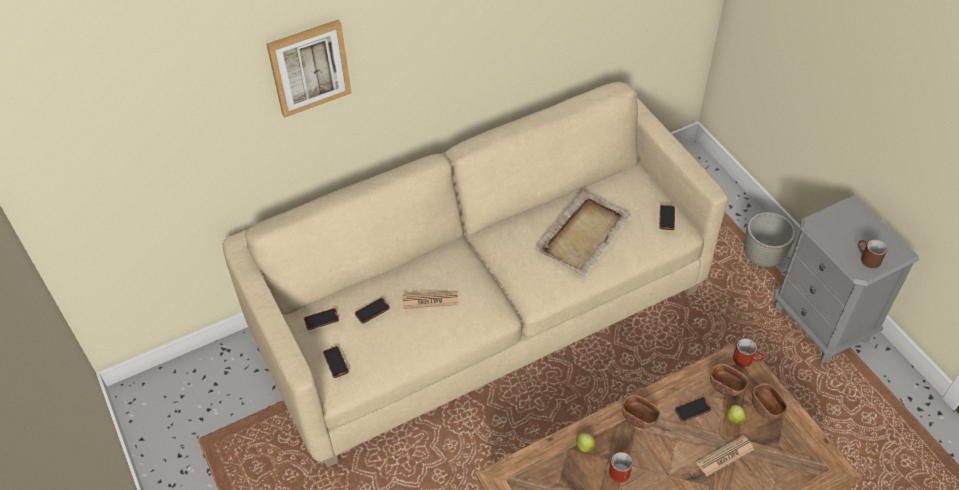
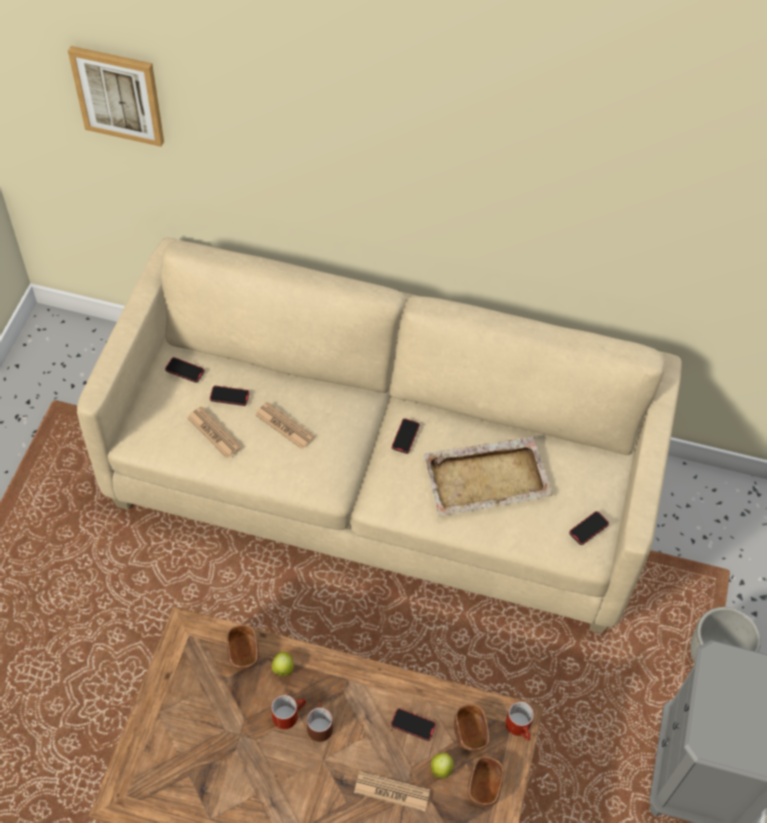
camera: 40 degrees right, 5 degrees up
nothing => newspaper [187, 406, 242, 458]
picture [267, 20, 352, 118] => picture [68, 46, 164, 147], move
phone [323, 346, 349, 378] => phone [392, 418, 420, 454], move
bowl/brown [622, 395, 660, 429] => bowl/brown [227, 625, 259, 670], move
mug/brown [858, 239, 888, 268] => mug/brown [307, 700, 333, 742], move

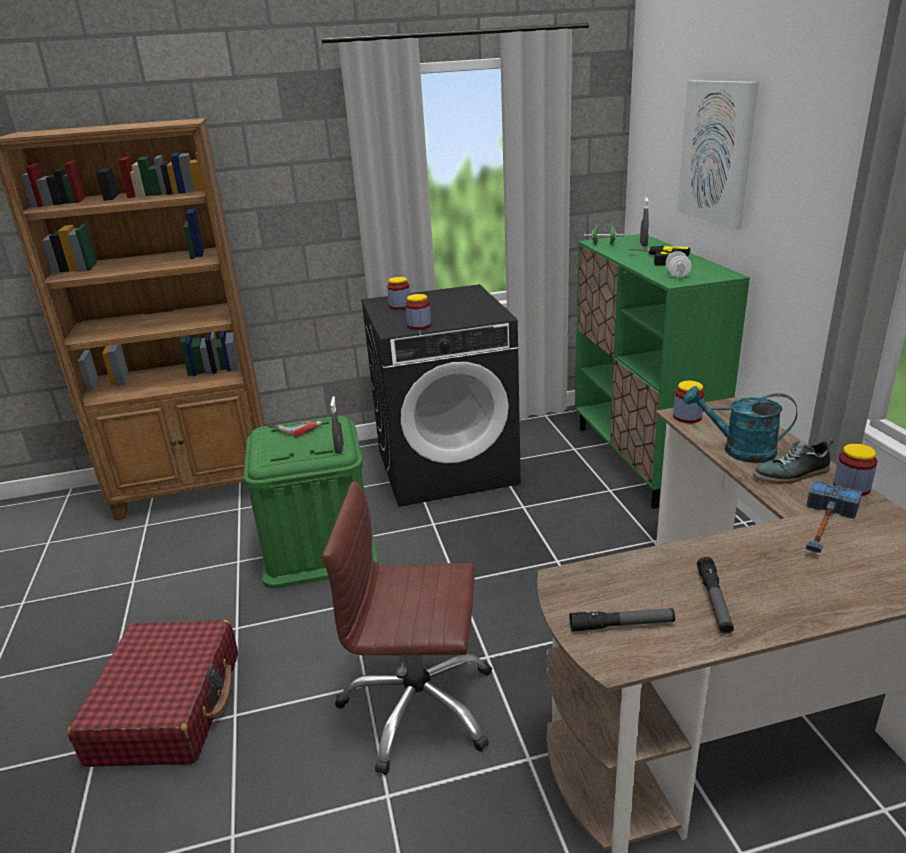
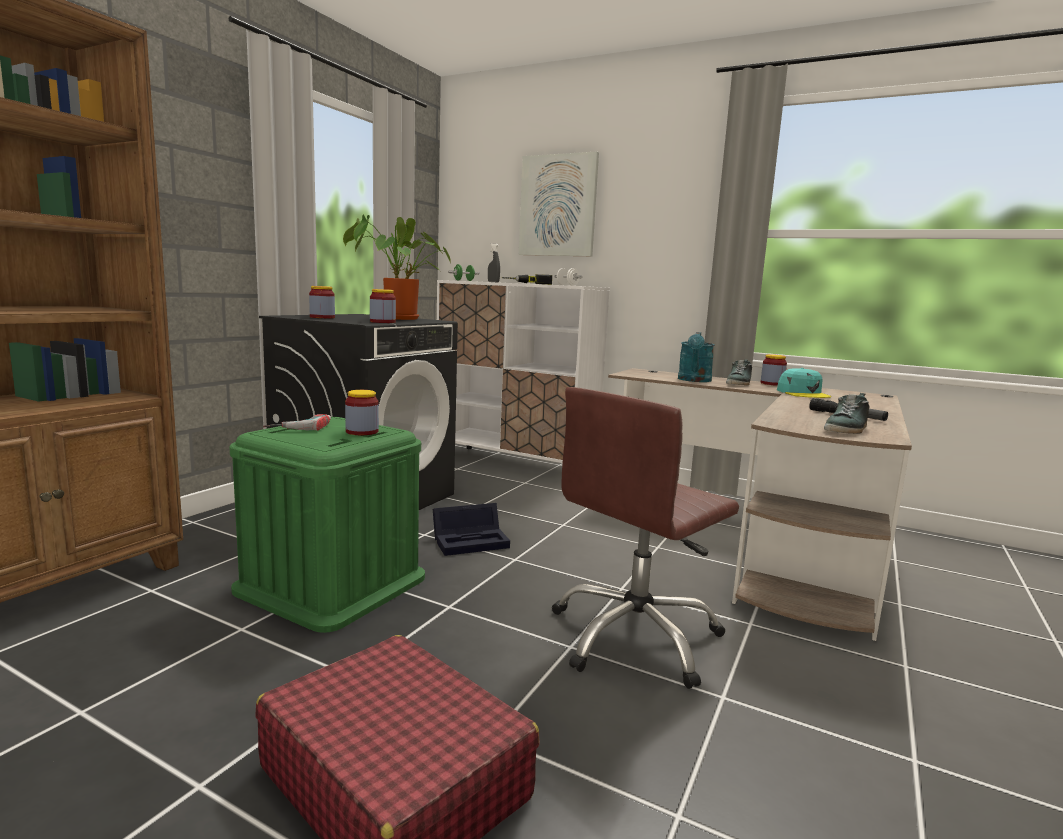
camera: 50 degrees left, 15 degrees down
spray bottle/grey [330, 396, 344, 454] => nothing
nothing => potted plant [343, 215, 451, 320]
nothing => storage box/black [433, 503, 510, 556]
jar [673, 381, 705, 423] => jar [345, 390, 379, 435], move
flashlight [569, 608, 675, 632] => shoe [824, 393, 869, 434]
hammer [806, 480, 862, 553] => cap/turquoise [777, 368, 831, 398]
cabinet/green [575, 234, 750, 509] => cabinet/white [437, 280, 610, 463]
watering can/turquoise [683, 386, 797, 463] => watering can/turquoise [678, 332, 715, 382], 45 degrees counterclockwise

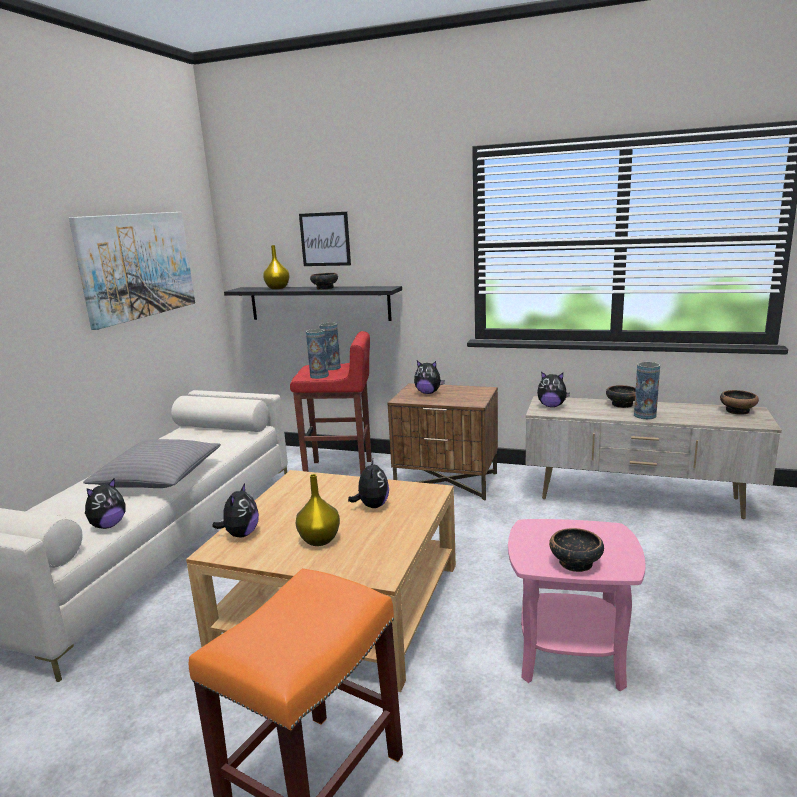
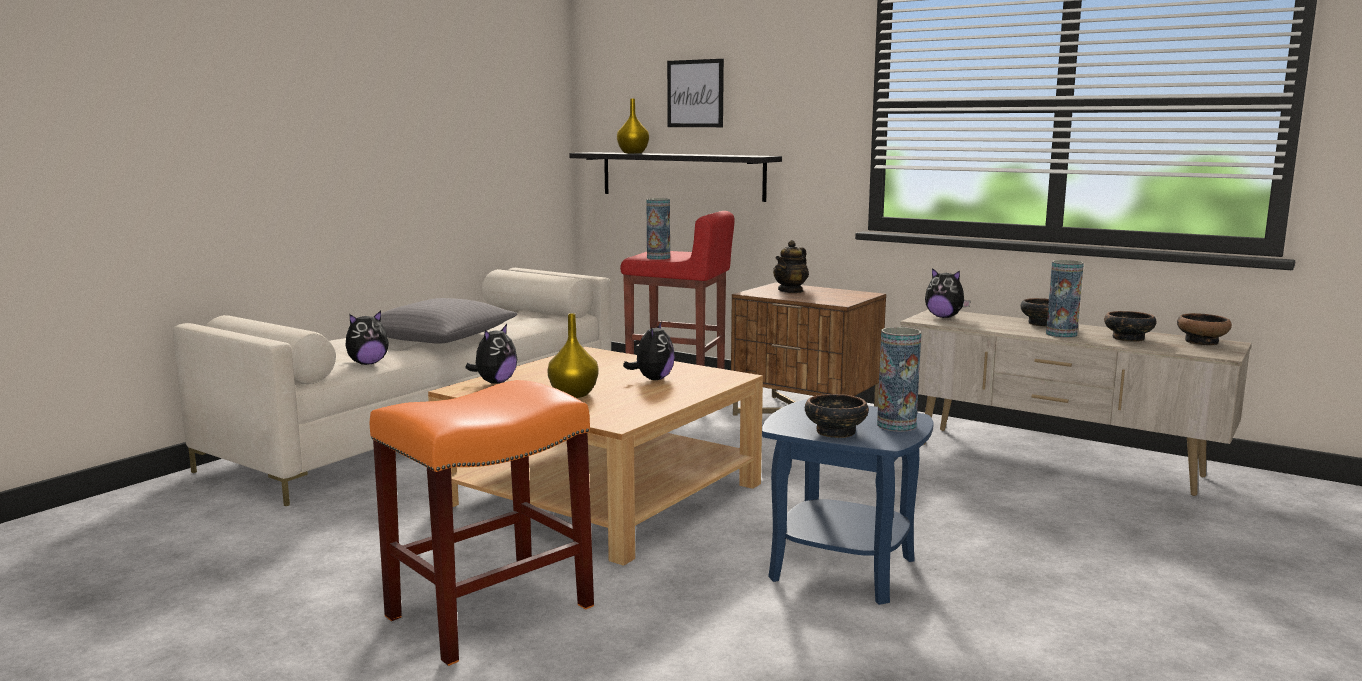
camera: 15 degrees right, 5 degrees down
picture [69, 212, 195, 330] => nothing
bowl [310, 273, 338, 290] => bowl [1104, 311, 1156, 342], move
vase [319, 323, 341, 370] => vase [877, 327, 921, 432], move
plush toy [414, 361, 445, 394] => teapot [773, 240, 809, 293]
side table/pink [508, 519, 646, 692] => side table/blue [762, 399, 934, 605]

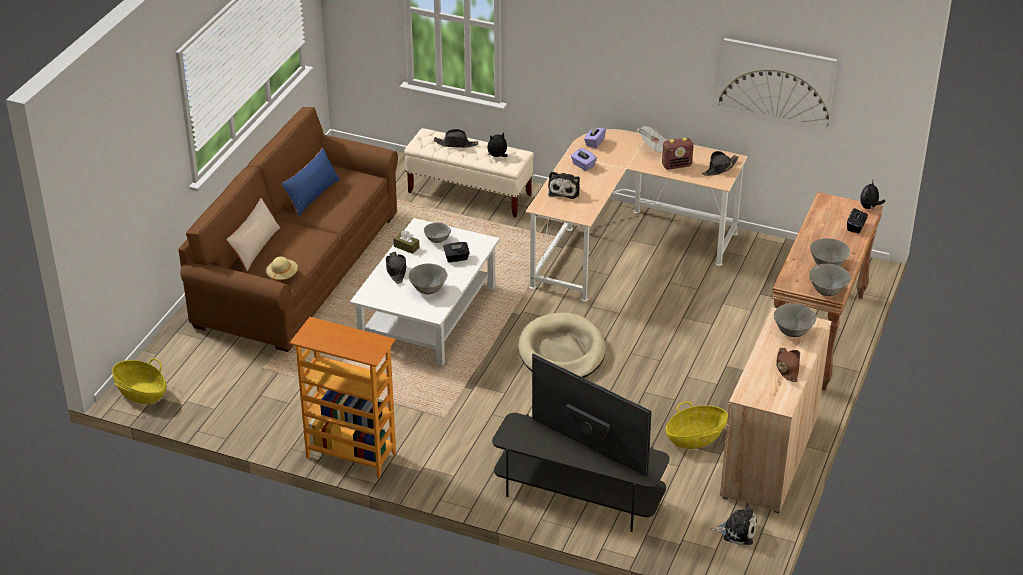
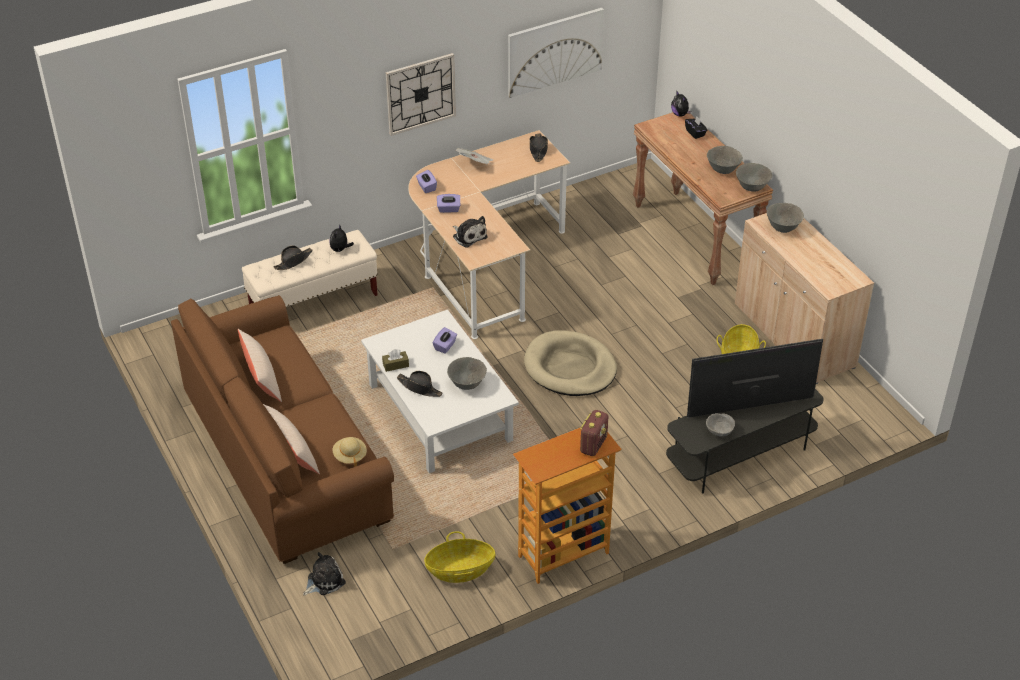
camera: 50 degrees left, 5 degrees up
hat/brown [776, 347, 800, 382] => nothing
nothing => wall clock [386, 53, 456, 136]
basket [112, 358, 166, 404] => basket [424, 531, 495, 583], move
bowl/grey [424, 222, 451, 243] => bowl/grey [706, 413, 735, 436], move
radio [662, 138, 693, 169] => radio [580, 410, 609, 456], move
plush toy [711, 503, 757, 545] => plush toy [303, 552, 346, 596], move
pillow/blue [281, 148, 340, 217] => pillow/beige [238, 329, 282, 402]
tissue box/black [443, 242, 470, 262] => tissue box/purple [433, 327, 457, 354]

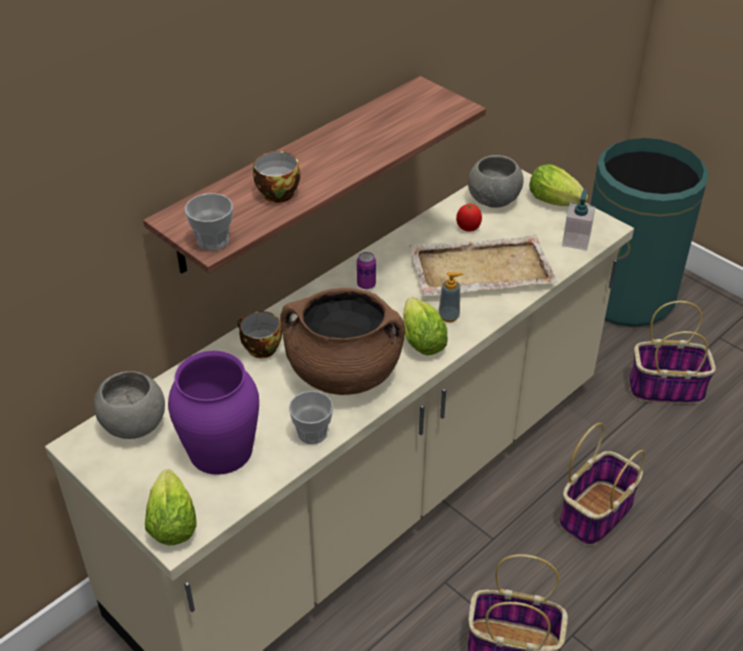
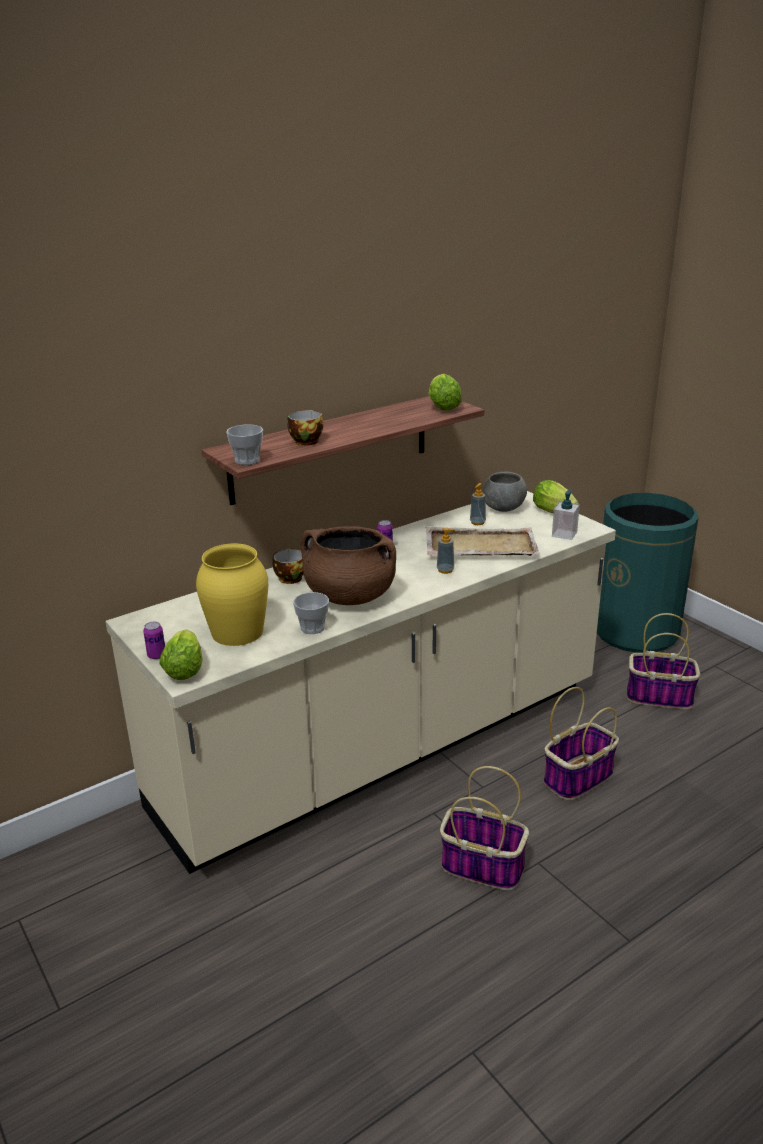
camera: 10 degrees right, 15 degrees down
bowl/grey [94, 371, 165, 439] => nothing
nothing => can [143, 622, 165, 659]
lettuce [403, 298, 448, 355] => lettuce [429, 374, 462, 411], move
tomato [456, 204, 482, 232] => soap dispenser [470, 483, 486, 525]
vase/purple [168, 351, 259, 475] => vase/yellow [196, 543, 268, 646]

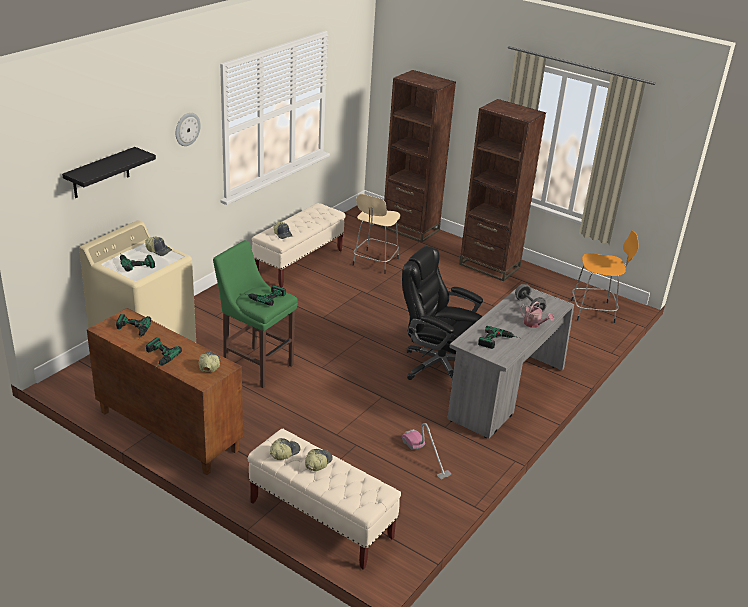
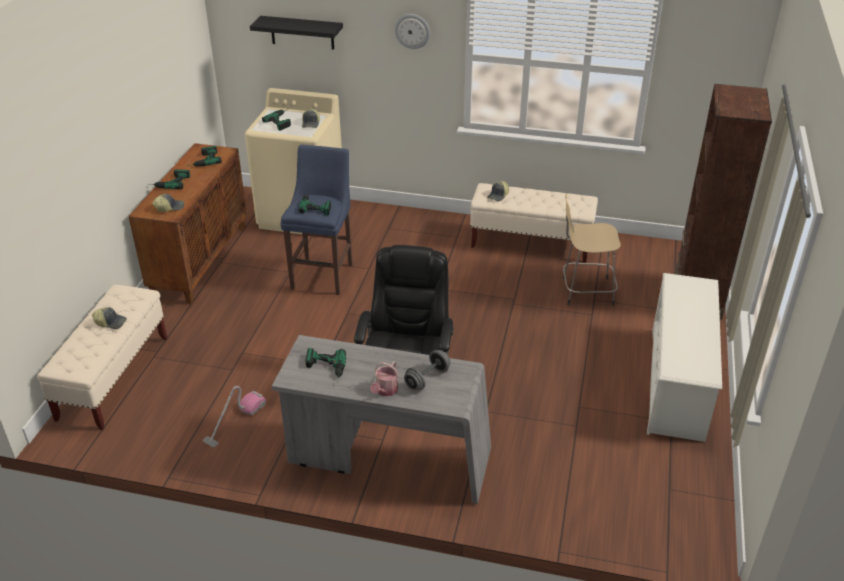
camera: 70 degrees right, 5 degrees up
cap [270, 438, 300, 460] => nothing
stool/orange [571, 231, 639, 323] => nothing
bookcase/brown [459, 99, 546, 281] => shoe rack/white [647, 273, 722, 442]
stool/green [213, 240, 298, 388] => stool/blue [280, 144, 353, 295]

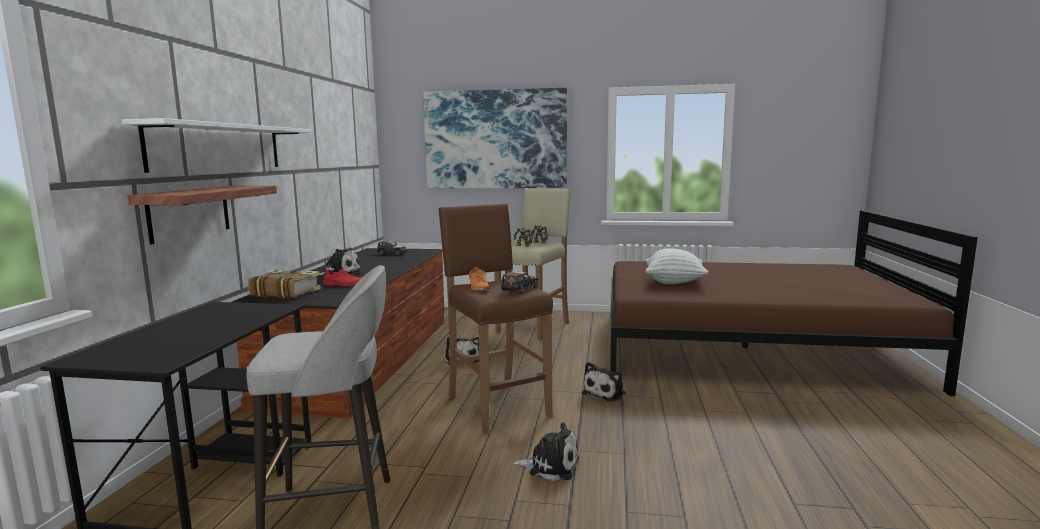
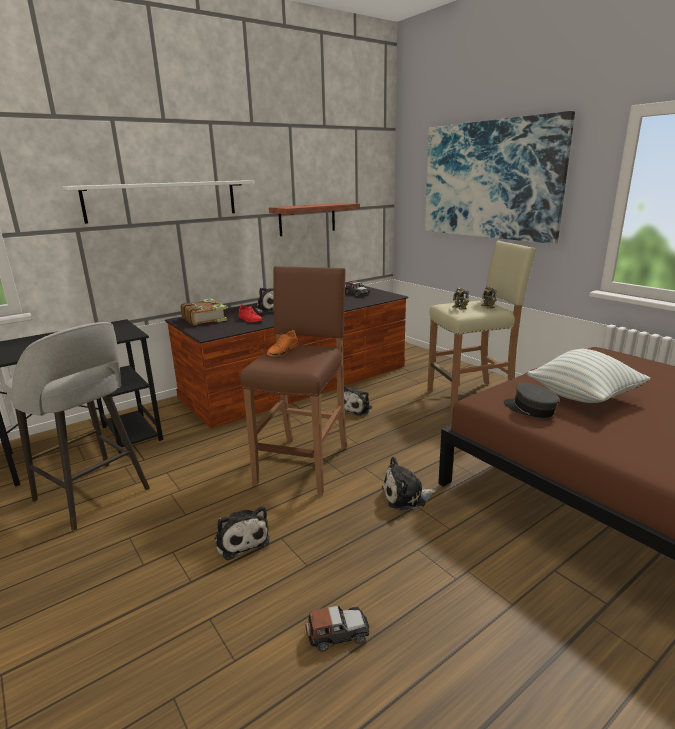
camera: 45 degrees right, 10 degrees up
nothing => cap/grey [504, 383, 560, 418]
shelf [128, 186, 277, 245] => shelf [269, 203, 360, 236], move
toy car [501, 271, 539, 294] => toy car [306, 606, 369, 651], move

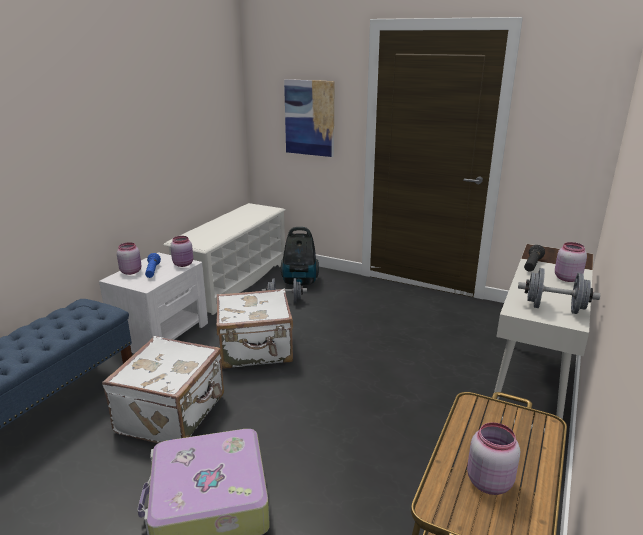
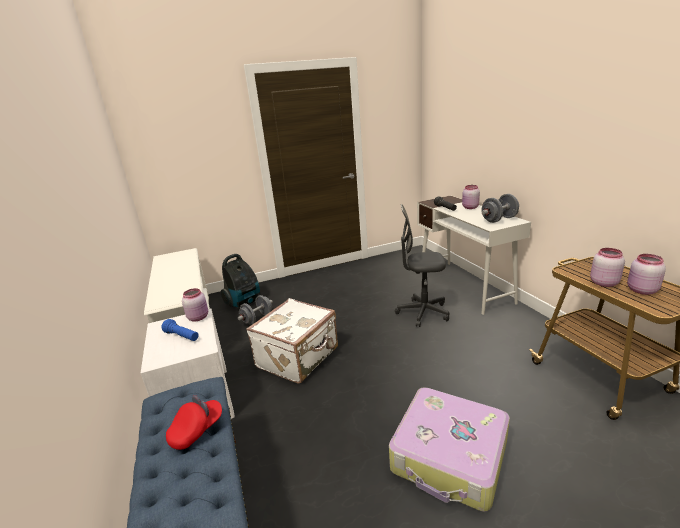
camera: 45 degrees left, 0 degrees up
suitcase/white [102, 336, 224, 443] => nothing
picture [284, 79, 335, 157] => nothing
nothing => cap/red [166, 395, 222, 450]
nothing => office chair/grey [395, 204, 449, 327]
jar/pink [117, 242, 141, 275] => jar/pink [590, 248, 625, 287], move

